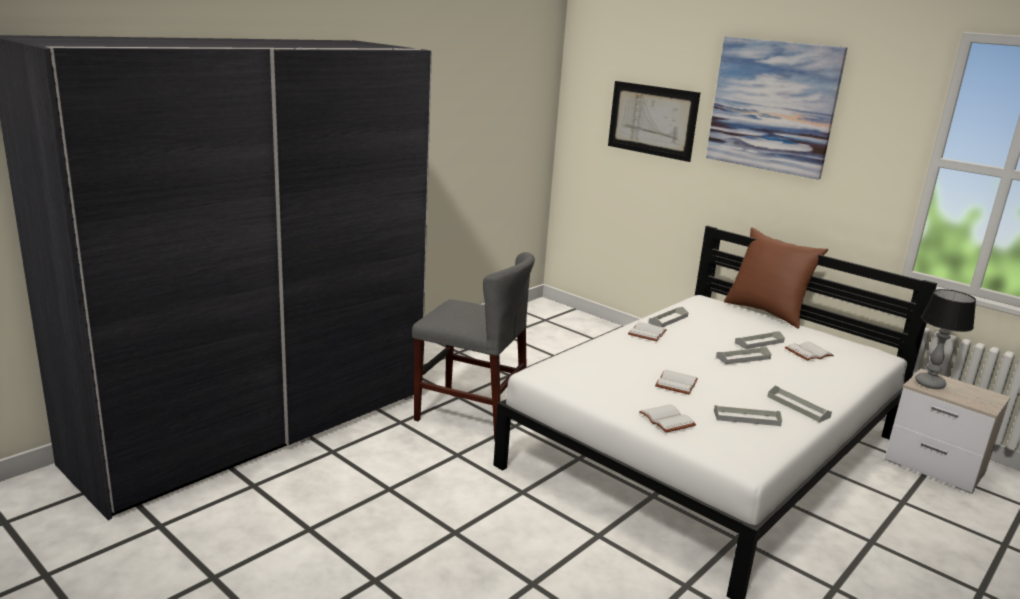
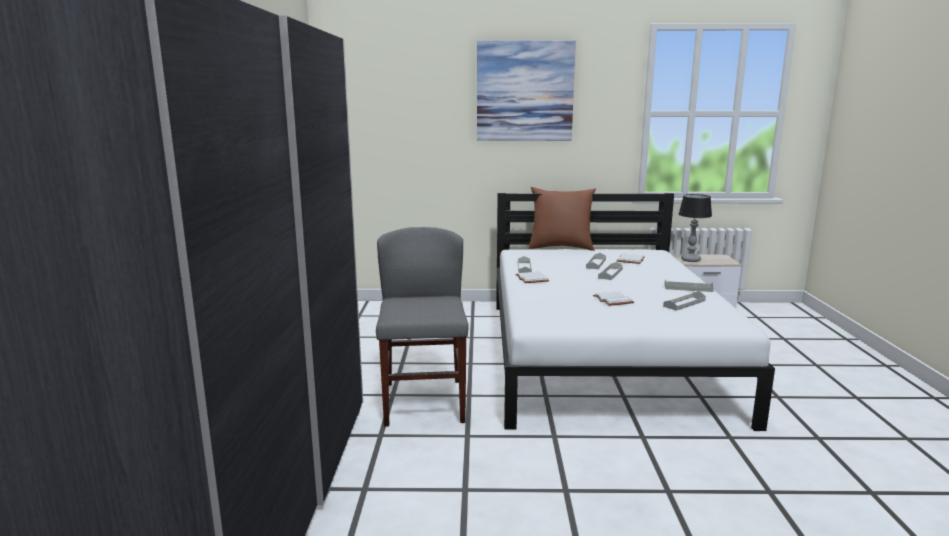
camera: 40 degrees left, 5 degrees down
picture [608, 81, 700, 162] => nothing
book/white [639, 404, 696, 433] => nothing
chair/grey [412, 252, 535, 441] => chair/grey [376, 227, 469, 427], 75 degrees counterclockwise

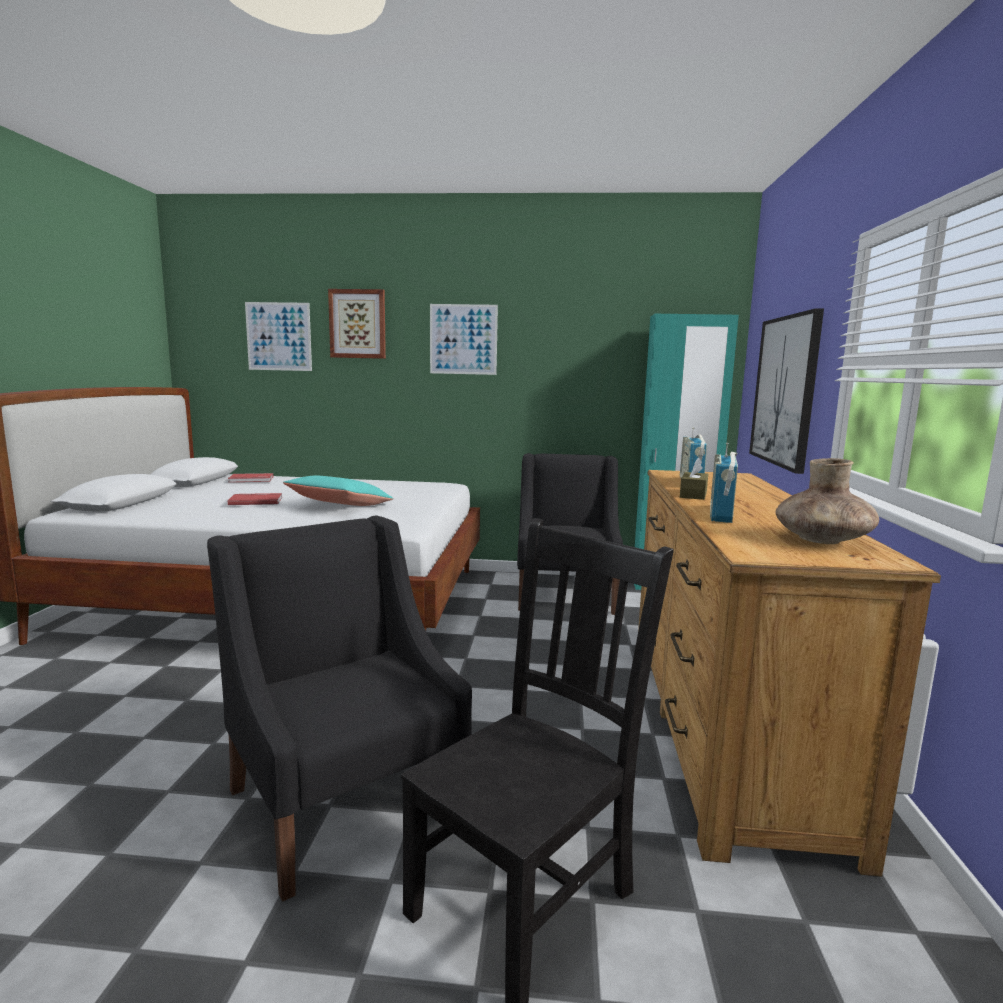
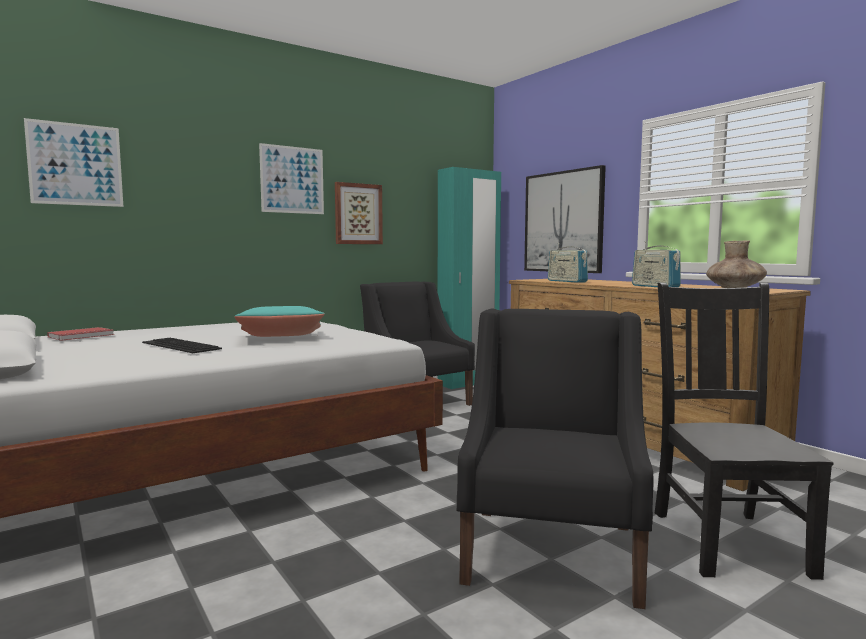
camera: 40 degrees left, 5 degrees down
tissue box/brown [680, 457, 708, 500] => nothing
picture [328, 289, 386, 359] => picture [335, 182, 383, 244], move
book/red [228, 493, 282, 505] => keyboard [142, 338, 222, 353]
armchair/black [207, 516, 472, 902] => armchair/black [456, 309, 654, 609], 90 degrees clockwise

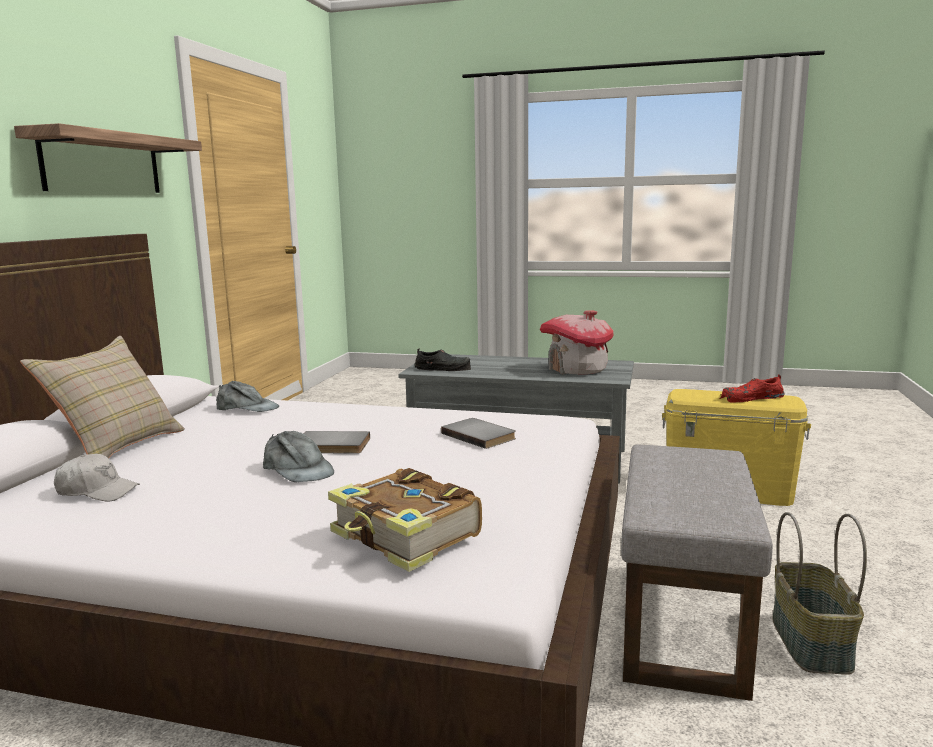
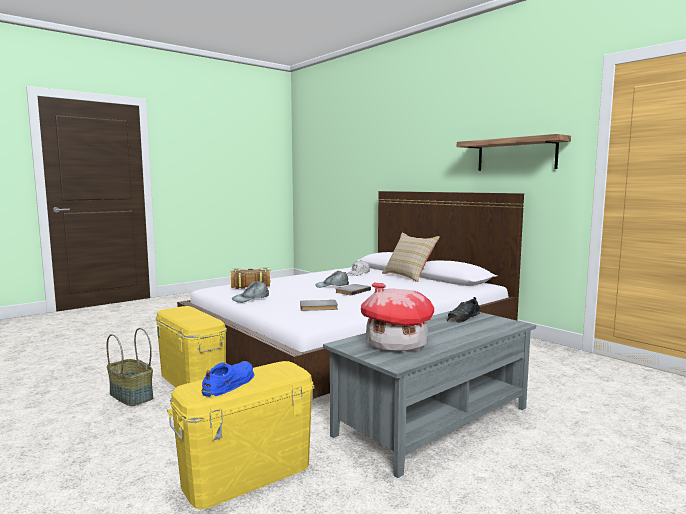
camera: 125 degrees right, 5 degrees down
cap/grey [216, 381, 279, 412] => cap/grey [232, 281, 269, 303], move
ottoman/grey [621, 444, 773, 701] => storage box/yellow [156, 306, 227, 387]
shoe/red [720, 374, 785, 402] => shoe/blue [201, 361, 255, 397]

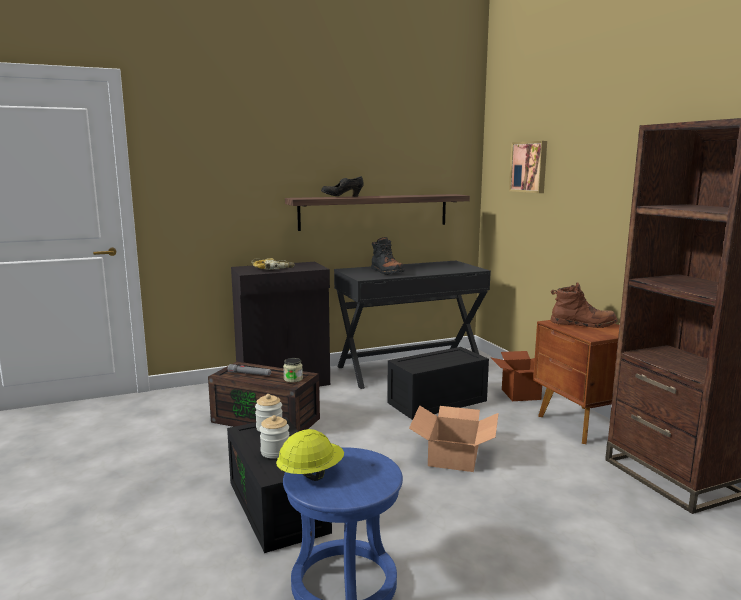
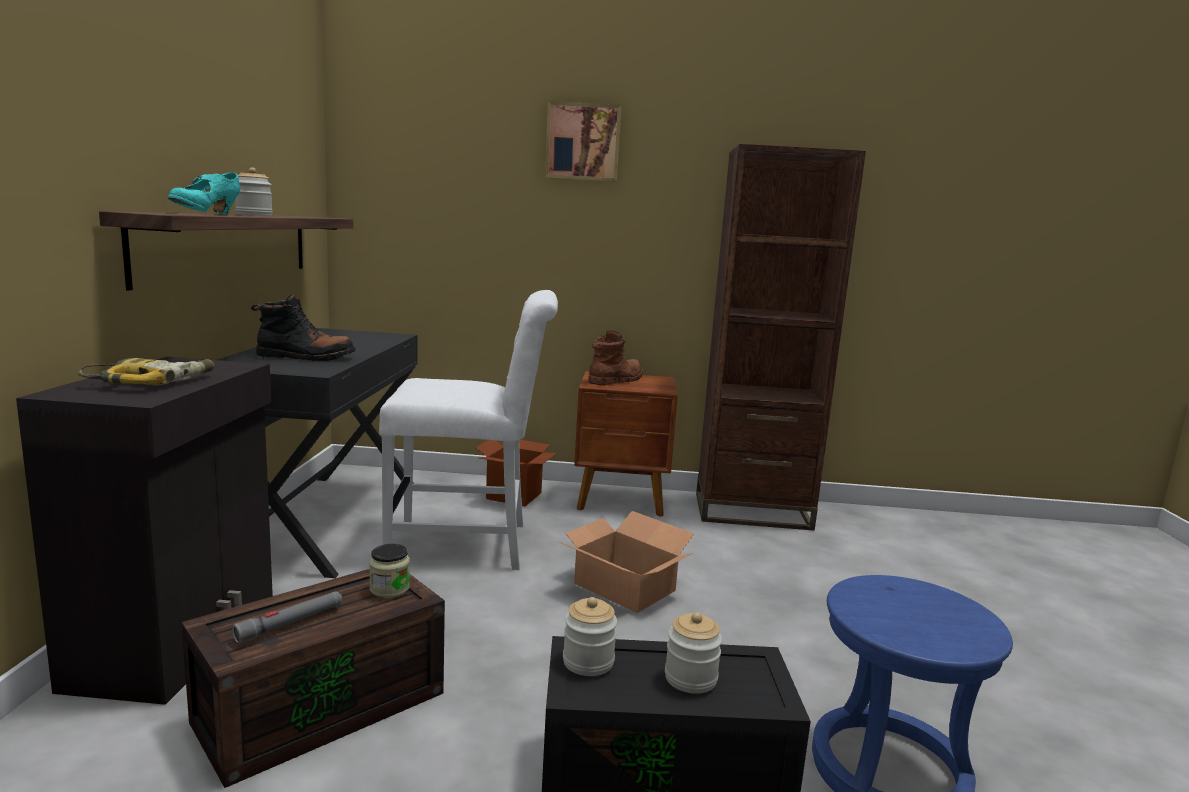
camera: 65 degrees left, 0 degrees up
hard hat/yellow [276, 429, 344, 481] => nothing
nothing => jar [235, 167, 273, 216]
picture [509, 141, 547, 193] => picture [545, 101, 622, 182], move
storage box/black [387, 347, 489, 420] => chair/white [379, 290, 558, 570]
shoe/black [321, 176, 364, 197] => shoe/turquoise [168, 172, 240, 215]

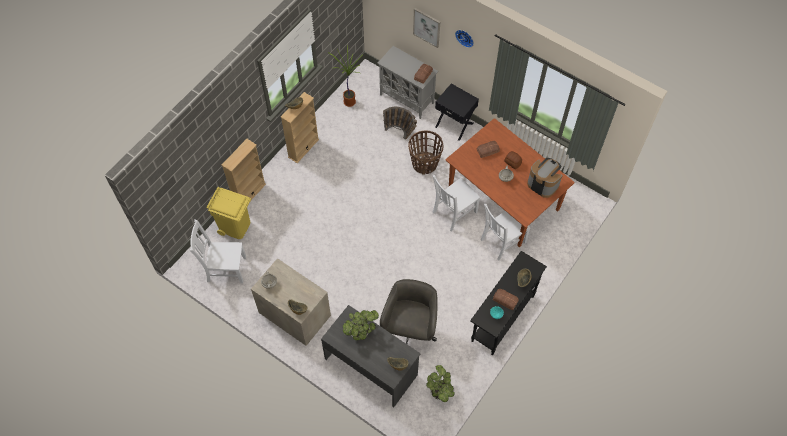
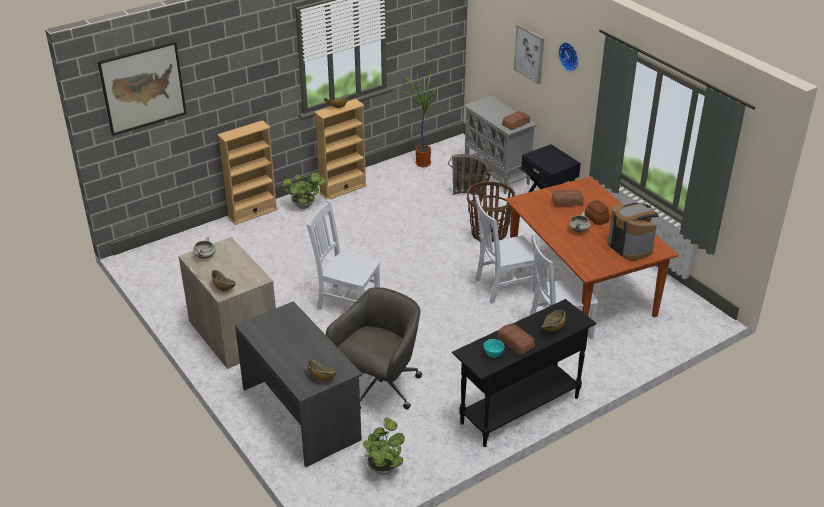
camera: 20 degrees right, 25 degrees down
trash can/yellow [206, 187, 251, 239] => nothing
nothing => picture [97, 41, 187, 136]
chair/white [190, 219, 246, 284] => chair/white [306, 199, 380, 310], move
potted plant [343, 310, 379, 340] => potted plant [282, 172, 327, 209], move

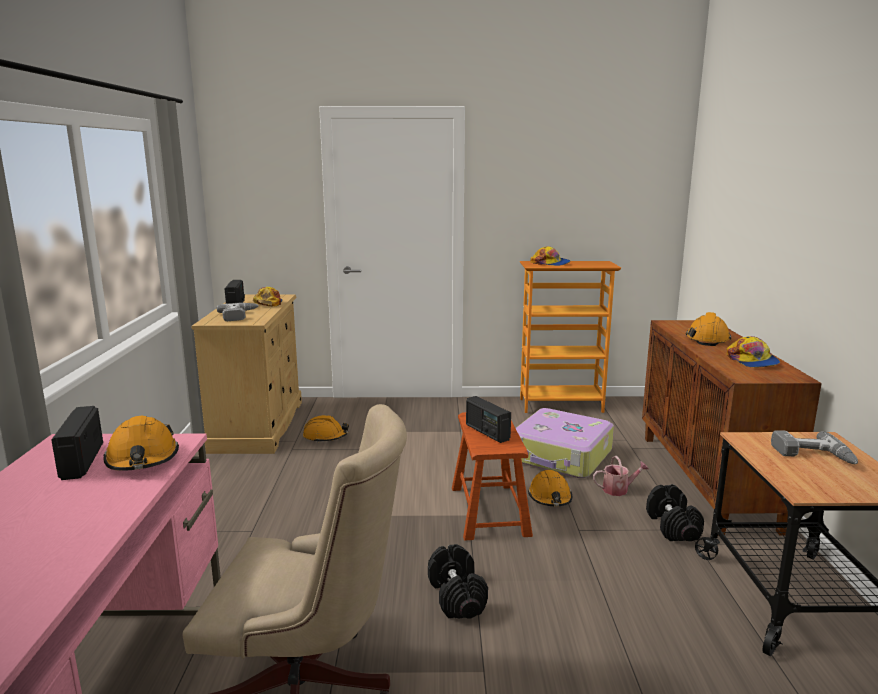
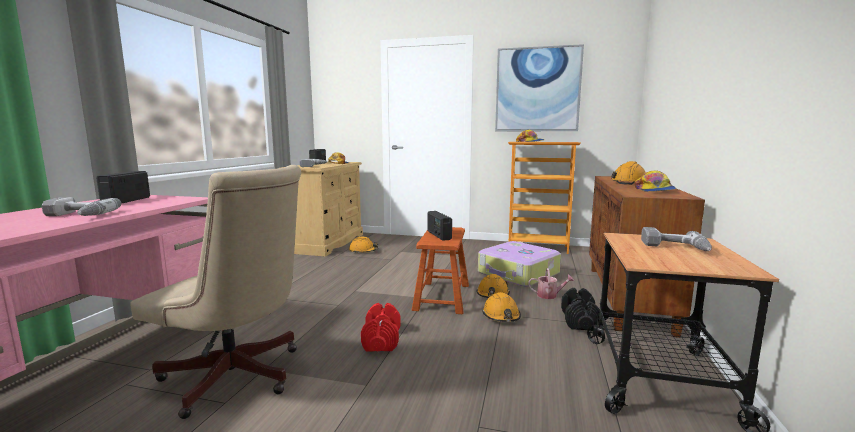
camera: 15 degrees right, 5 degrees down
nothing => power drill [41, 197, 121, 216]
nothing => picture [495, 44, 584, 131]
hard hat/orange [103, 416, 179, 471] => hard hat/orange [482, 292, 521, 322], move
dumbbell/black [428, 544, 488, 619] => dumbbell/red [361, 303, 401, 351]

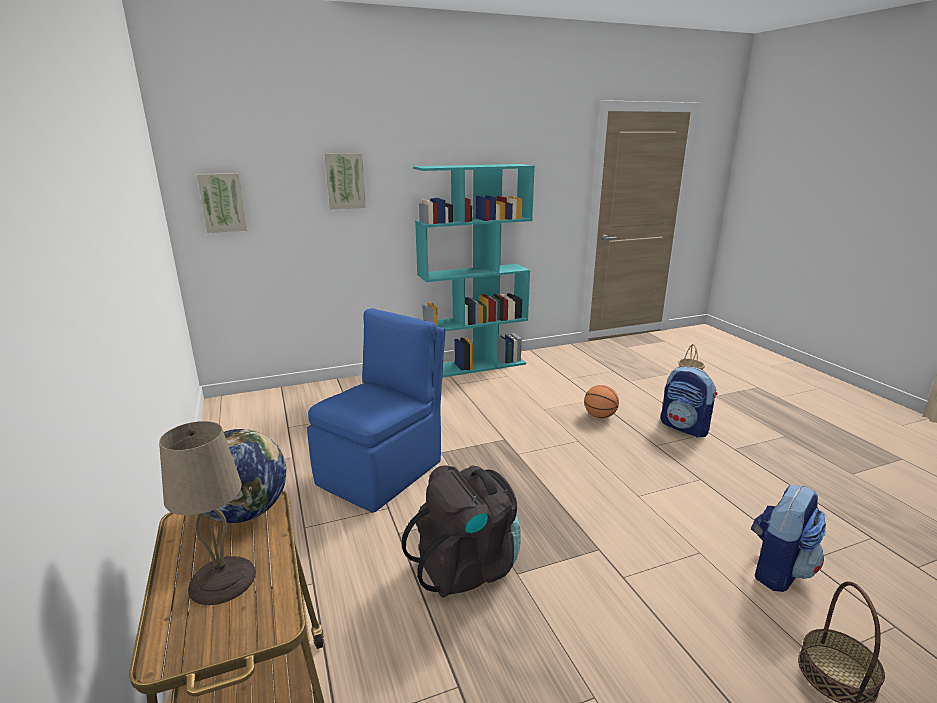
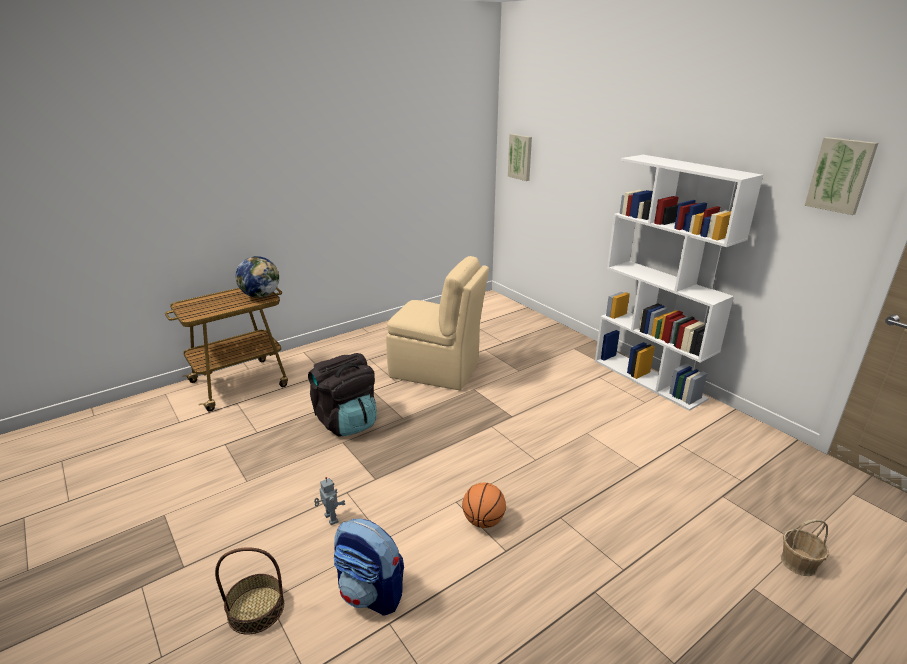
camera: 75 degrees right, 5 degrees up
table lamp/beige [159, 421, 256, 605] => nothing
backpack [661, 366, 718, 437] => nothing
nothing => toy robot [314, 477, 345, 525]
picture [325, 153, 366, 209] => picture [805, 137, 878, 215], move
basketball [584, 385, 619, 418] => basketball [462, 483, 506, 528], move
chair/blue [307, 308, 445, 513] => chair/beige [386, 256, 489, 391]
bookcase/turquoise [413, 164, 535, 378] => bookcase/white [595, 155, 763, 411]

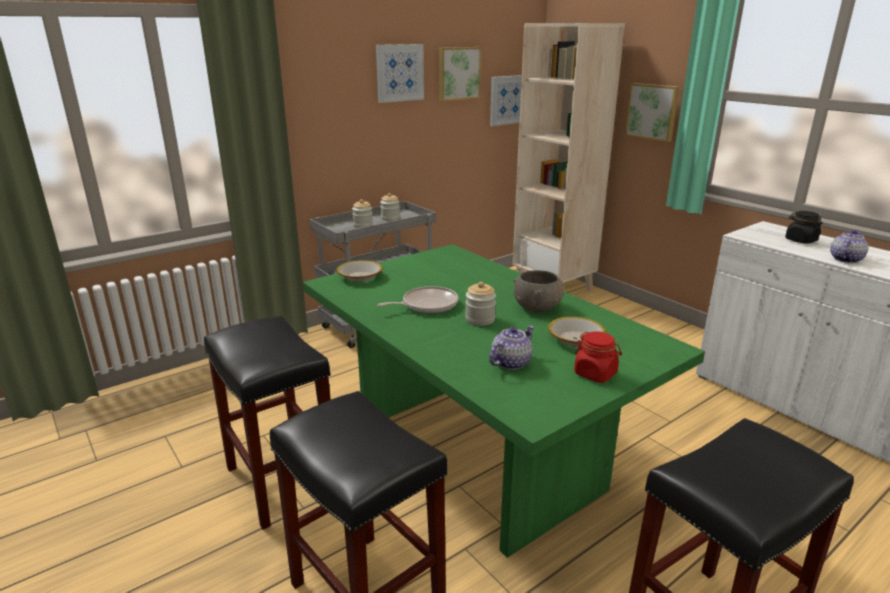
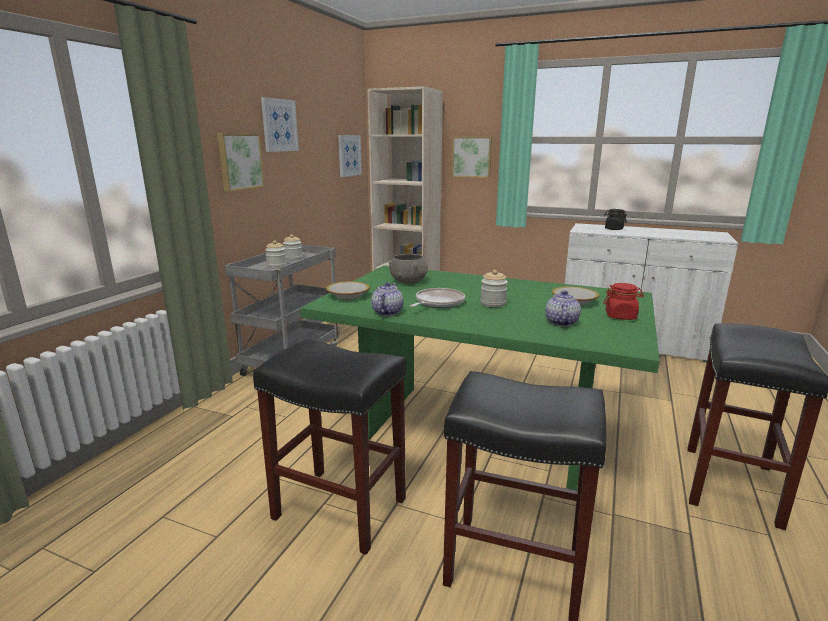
camera: 30 degrees left, 5 degrees down
picture [439, 47, 482, 101] => picture [217, 133, 265, 192], move
bowl/grey [514, 270, 564, 312] => bowl/grey [389, 254, 428, 284], move
teapot [830, 230, 869, 263] => teapot [371, 282, 404, 316], move

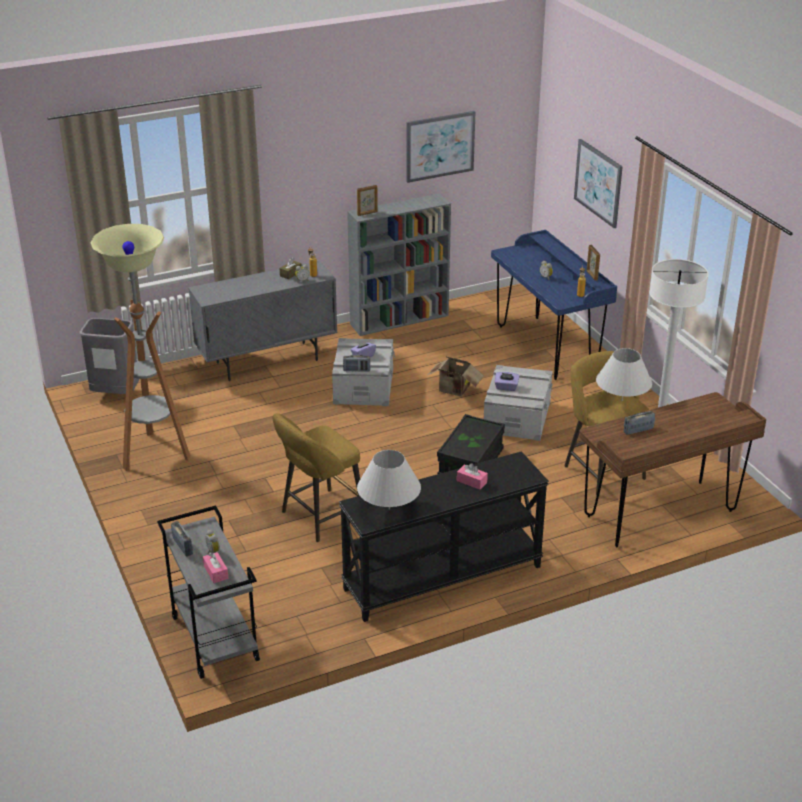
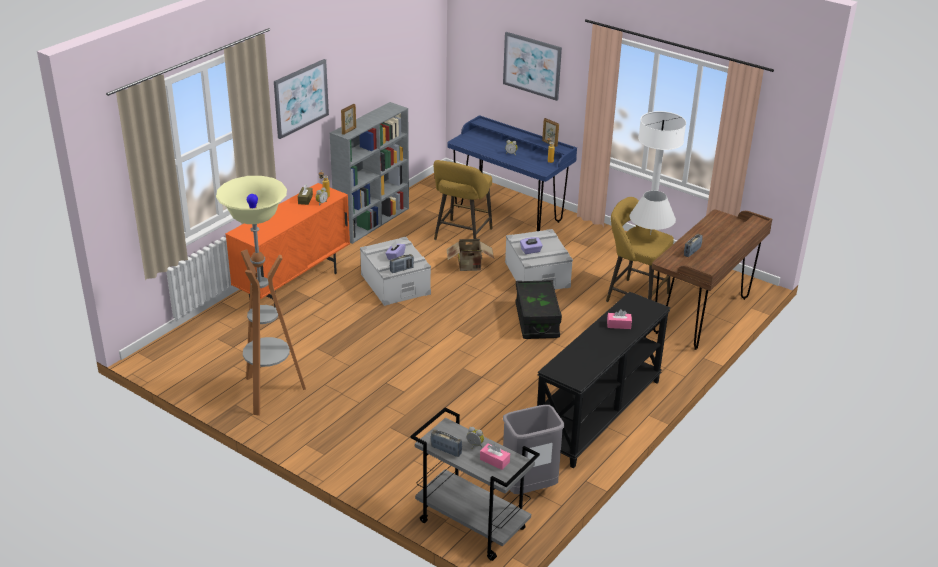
camera: 30 degrees left, 0 degrees up
table lamp/white [357, 450, 421, 509] => nothing
trash can/grey [79, 318, 139, 394] => trash can/grey [503, 405, 564, 494], move
stool/yellow [273, 413, 360, 542] => stool/yellow [434, 160, 493, 240], move
picture [406, 111, 475, 183] => picture [274, 59, 329, 139], move
cabinet/grey [188, 261, 337, 381] => cabinet/orange [226, 183, 350, 308]

